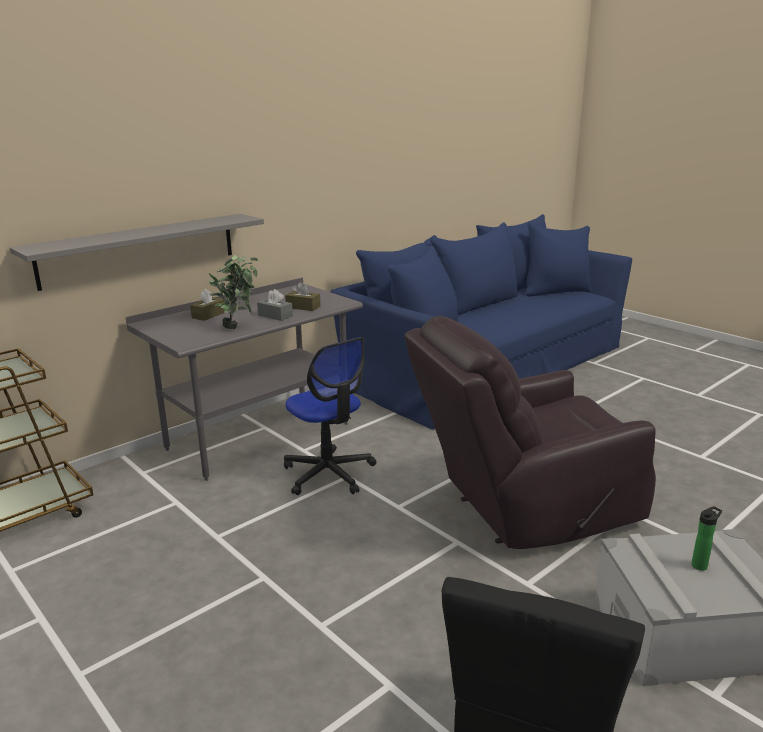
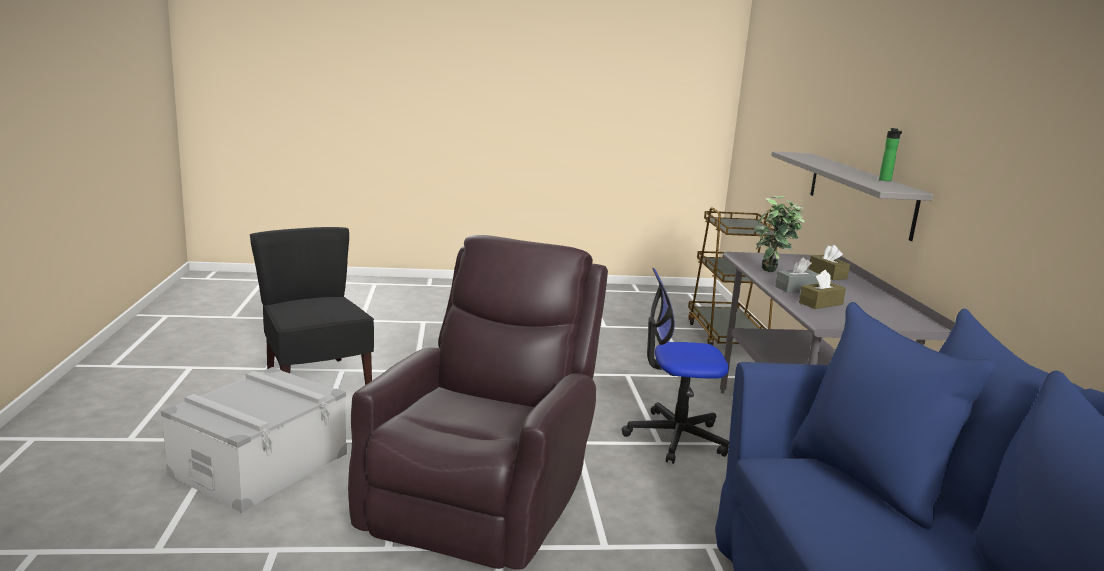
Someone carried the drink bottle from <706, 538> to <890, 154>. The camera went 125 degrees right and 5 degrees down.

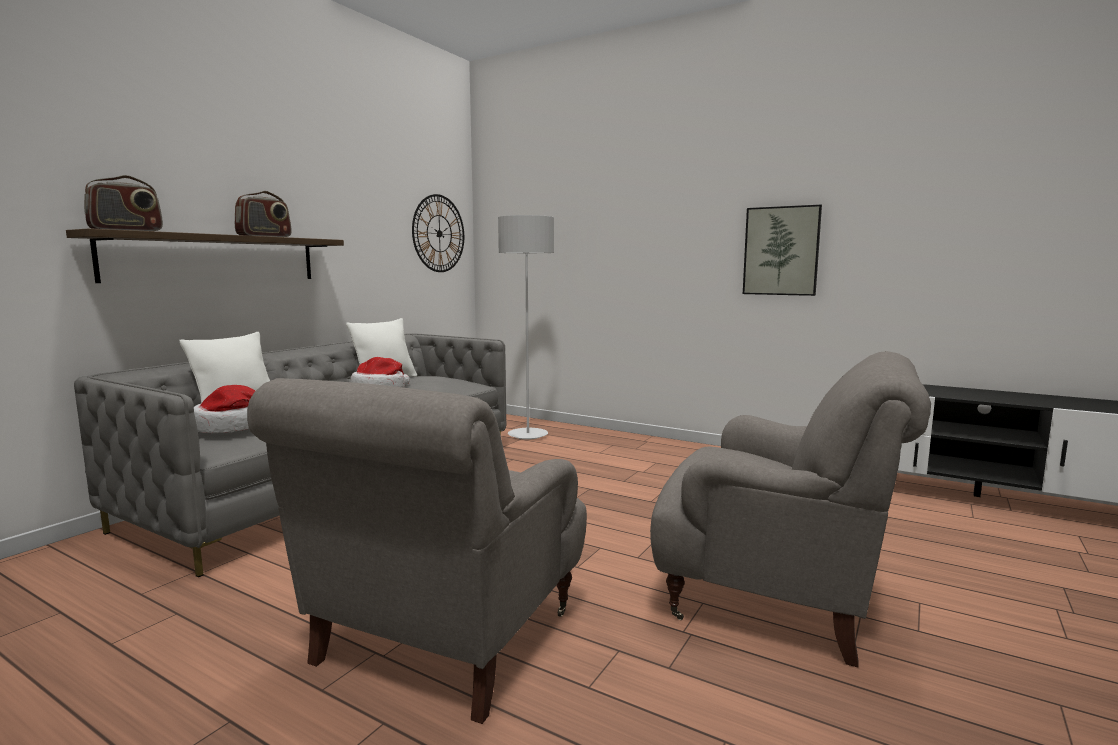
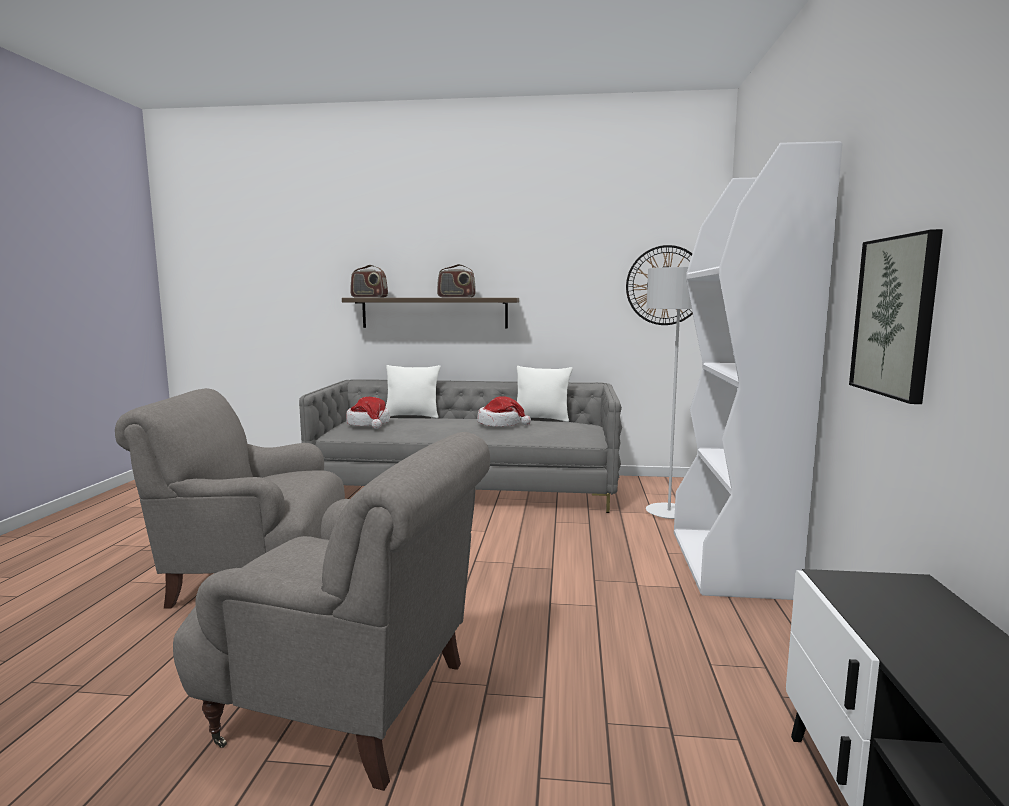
Someone rotated the gray easy chair at <790, 509> by 75 degrees counterclockwise. Someone put down the whitish shelving unit at <758, 370>. The camera went 65 degrees right and 0 degrees up.

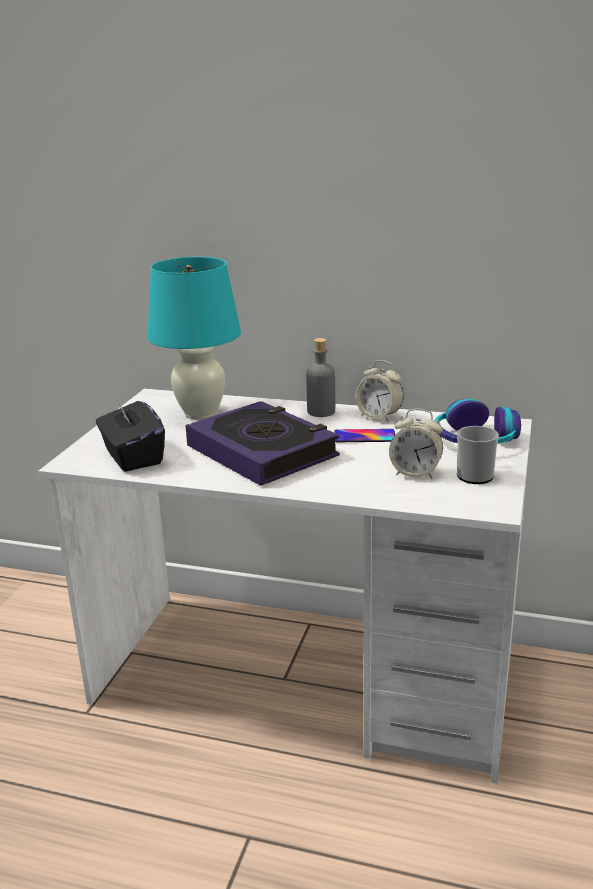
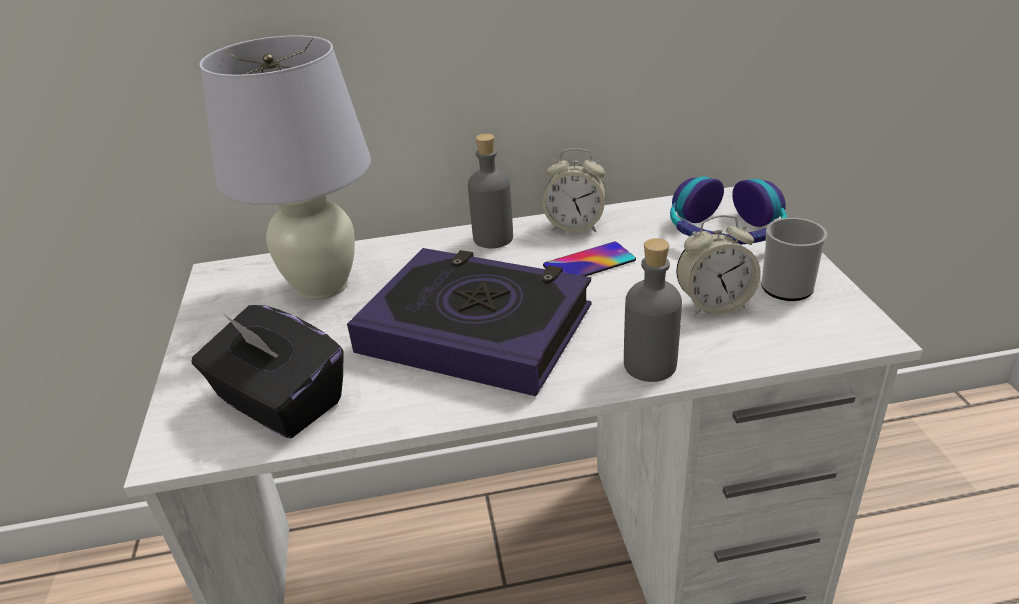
Someone repainted the blue-green table lamp at <194, 338>, which became the whitish table lamp at <285, 167>. Someone put down the gray drink bottle at <653, 310>. The camera went 25 degrees left and 10 degrees up.

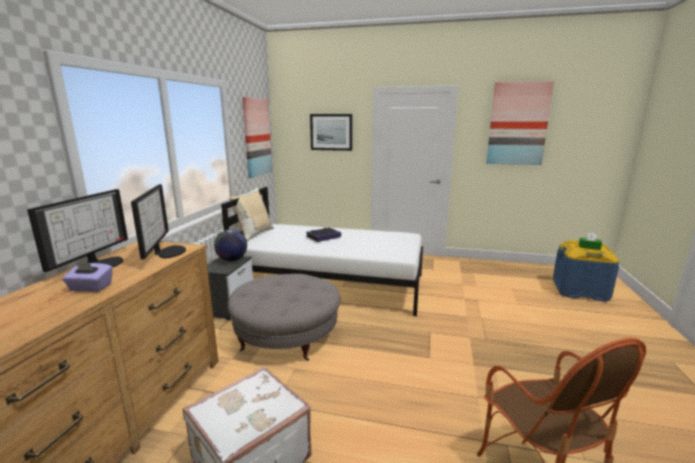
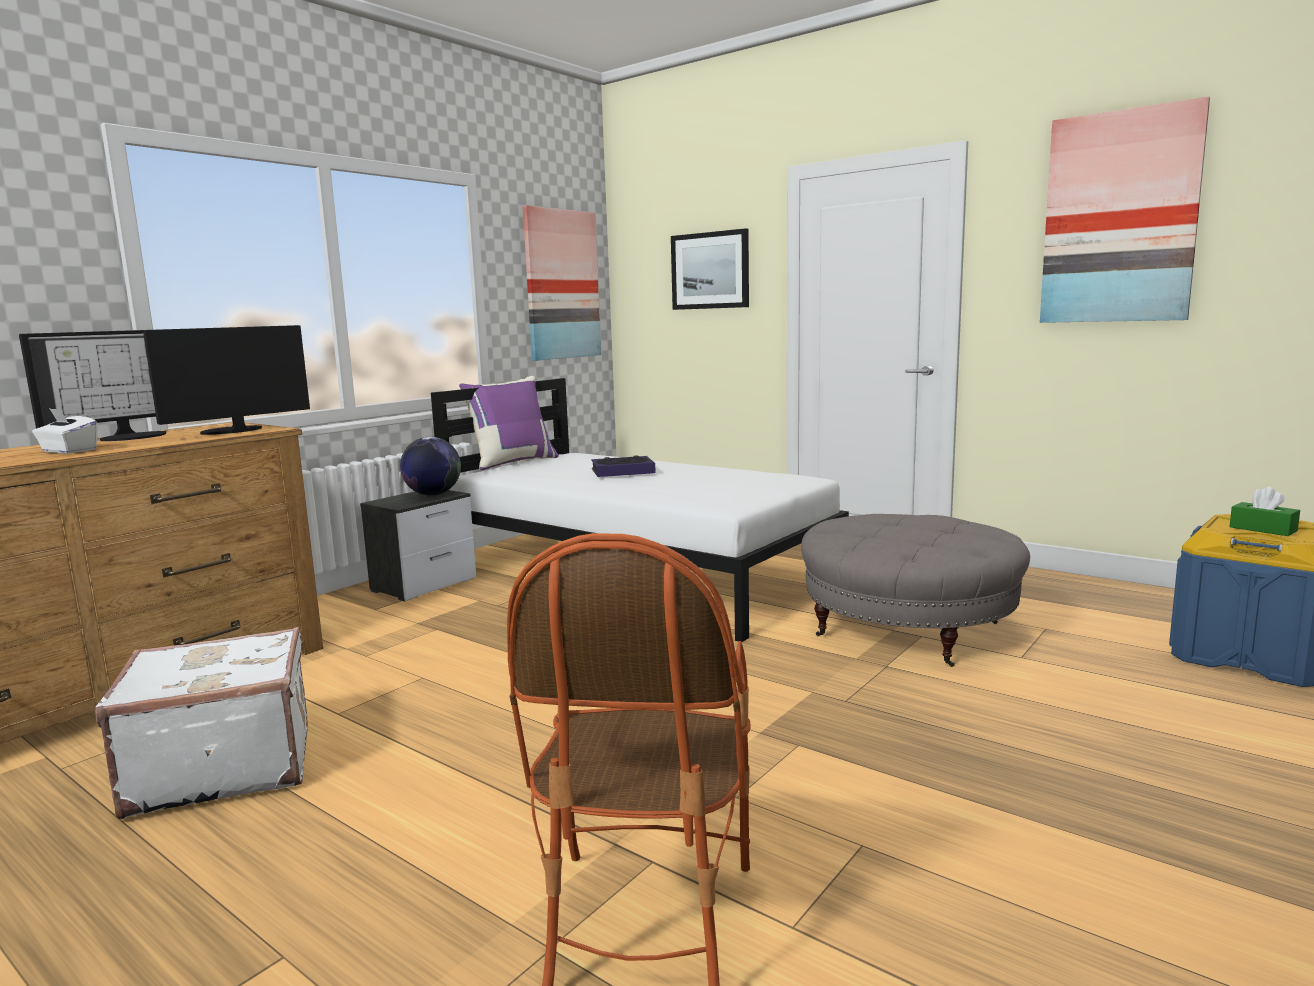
Someone rotated the computer screen at <158, 221> by 150 degrees counterclockwise. Someone repainted the beige pillow at <251, 214>, which became the purple-coloured pillow at <509, 423>. Someone repainted the purple-coloured tissue holder at <87, 277>, which became the whitish tissue holder at <65, 431>. Someone carried the gray ottoman from <284, 317> to <915, 590>. The camera went 25 degrees right and 5 degrees down.

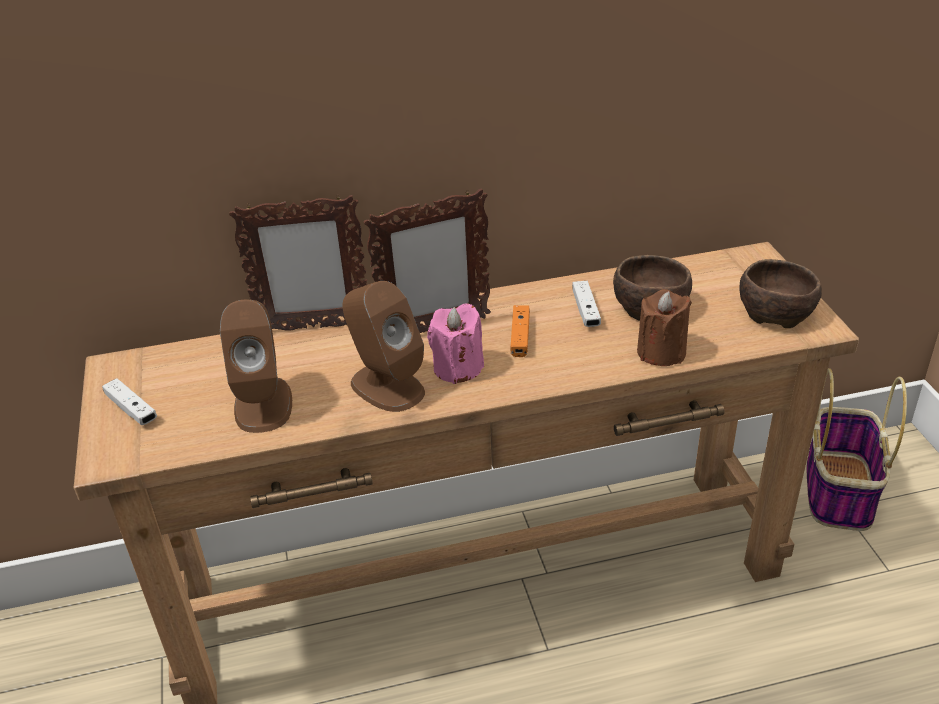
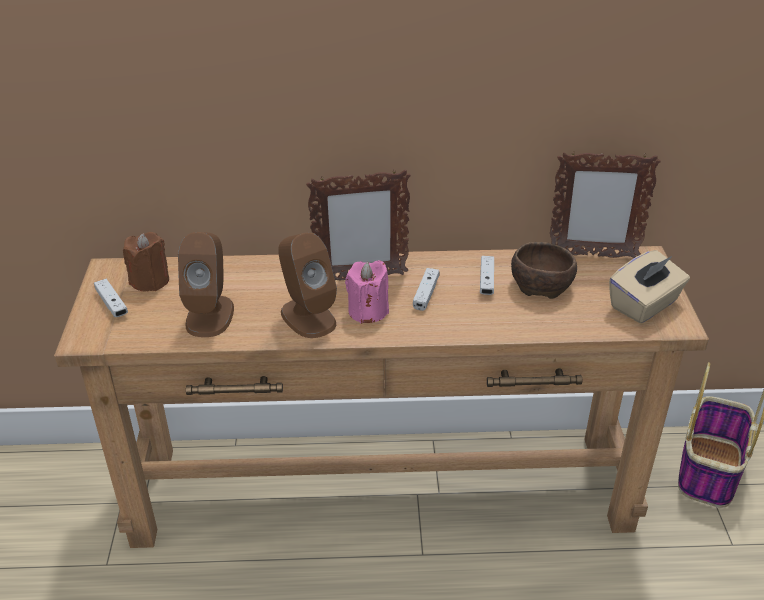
Someone carried the standing frame from <298, 262> to <605, 204>. Someone swapped the brown deep dish at <781, 293> for the beige tissue holder at <649, 286>. Someone carried the brown candle from <664, 327> to <146, 262>. Someone repainted the orange-coloured joypad at <520, 331>, which became the whitish joypad at <426, 289>. The camera went 10 degrees right and 0 degrees up.

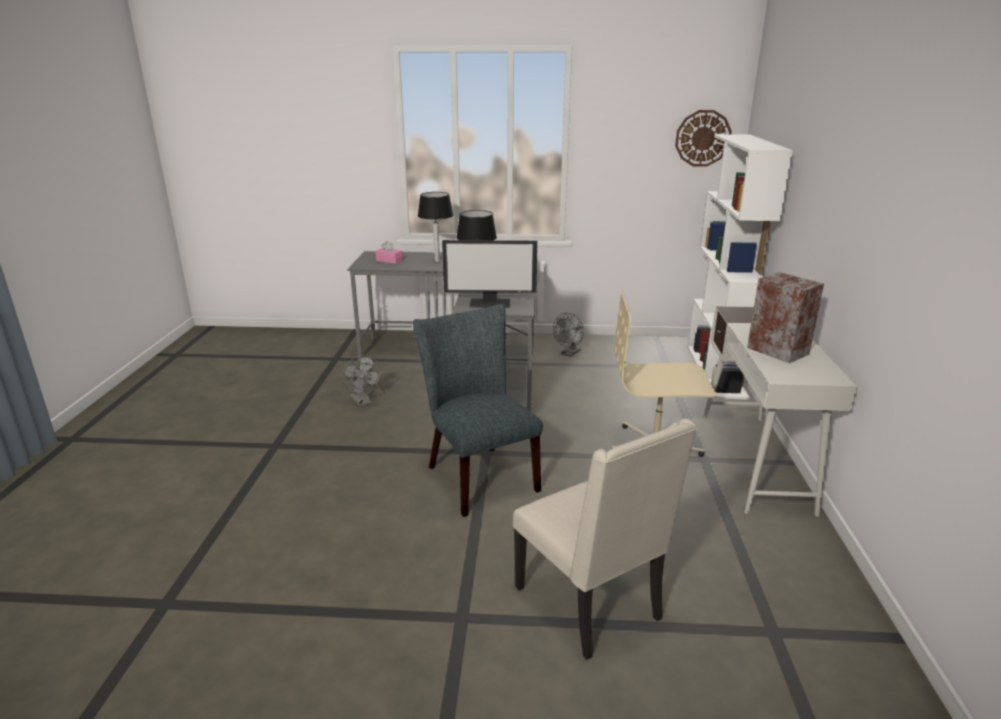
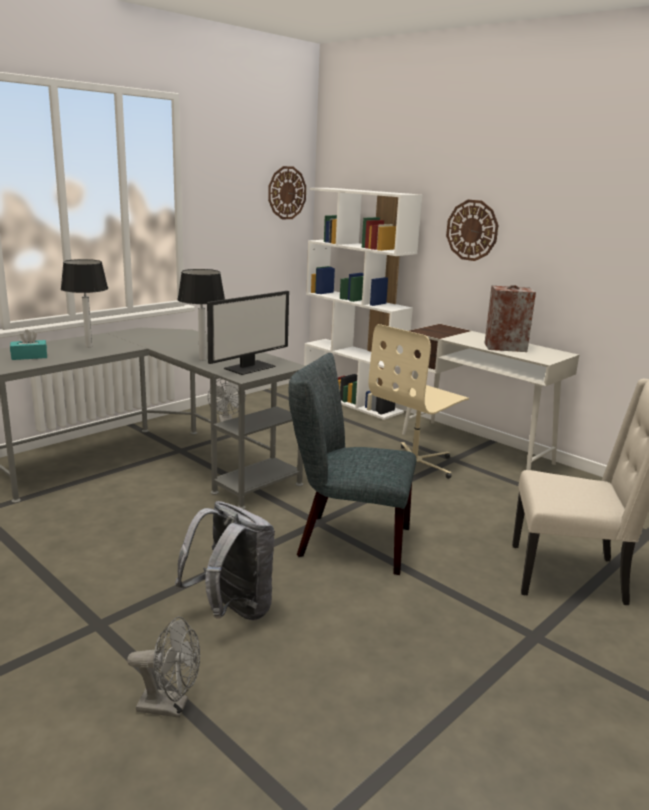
Someone repainted the pinkish tissue holder at <389, 252>, which became the blue-green tissue holder at <28, 345>. Someone carried the gray fan from <361, 380> to <163, 667>. Someone put up the clock on the wall at <472, 230>. Someone put down the gray rucksack at <225, 561>. The camera went 50 degrees left and 5 degrees down.

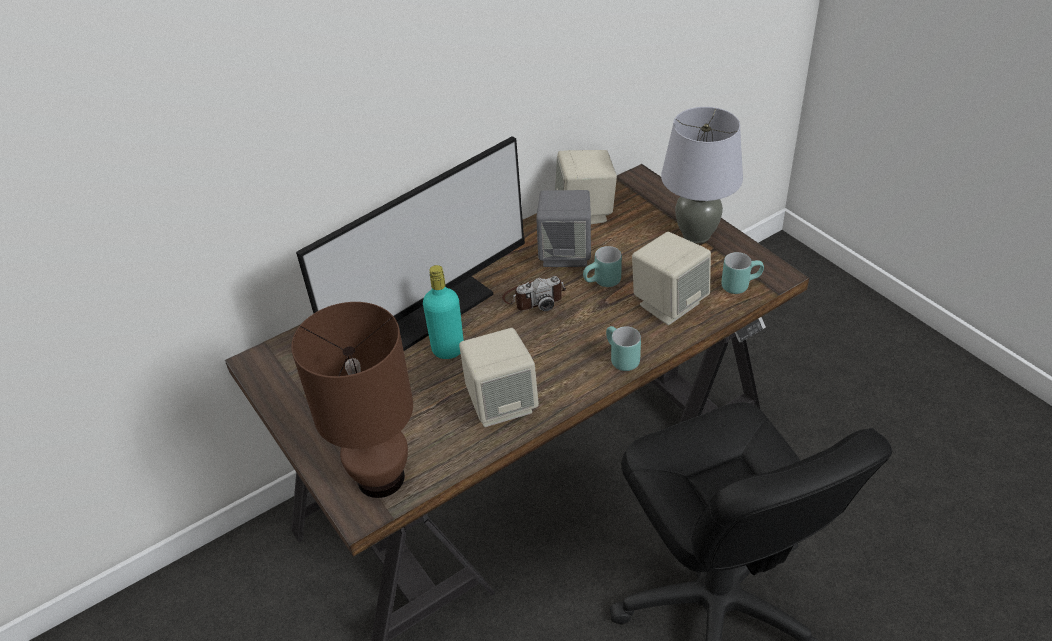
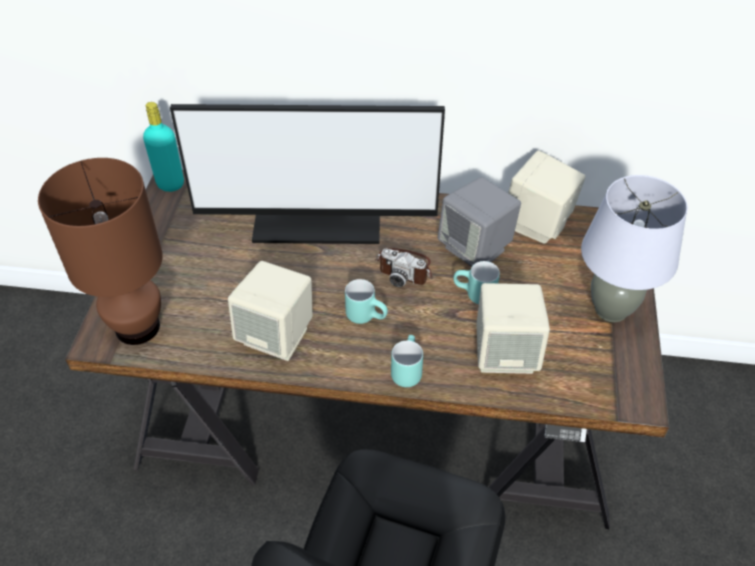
Someone carried the blue-green mug from <742, 273> to <366, 301>. Someone carried the blue-green drink bottle from <443, 312> to <163, 147>. The camera went 40 degrees right and 5 degrees up.

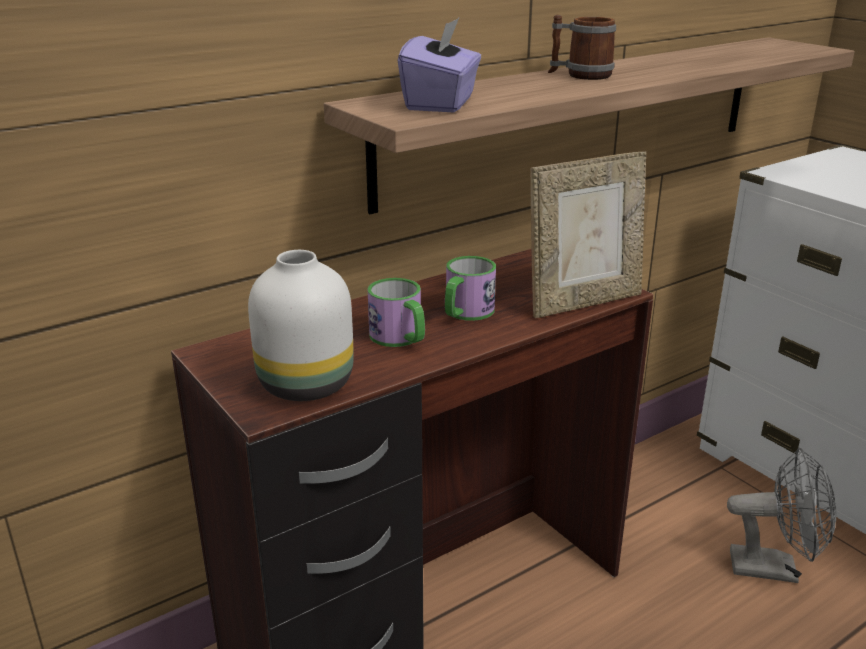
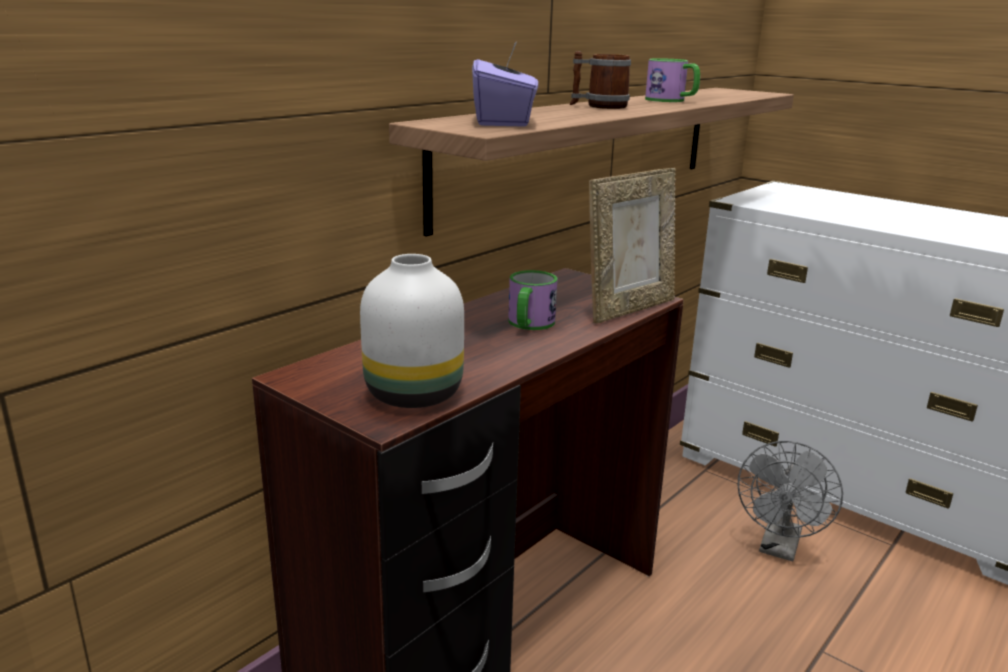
Someone carried the mug from <396, 312> to <672, 80>. Someone rotated the gray fan at <781, 515> by 120 degrees clockwise. The camera went 15 degrees left and 5 degrees down.

